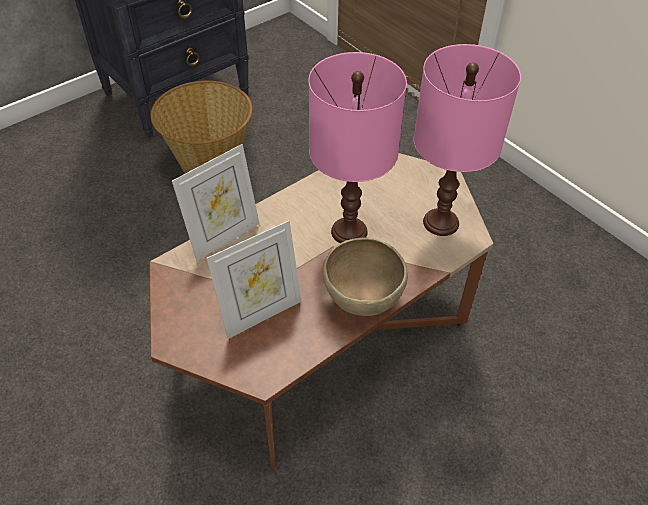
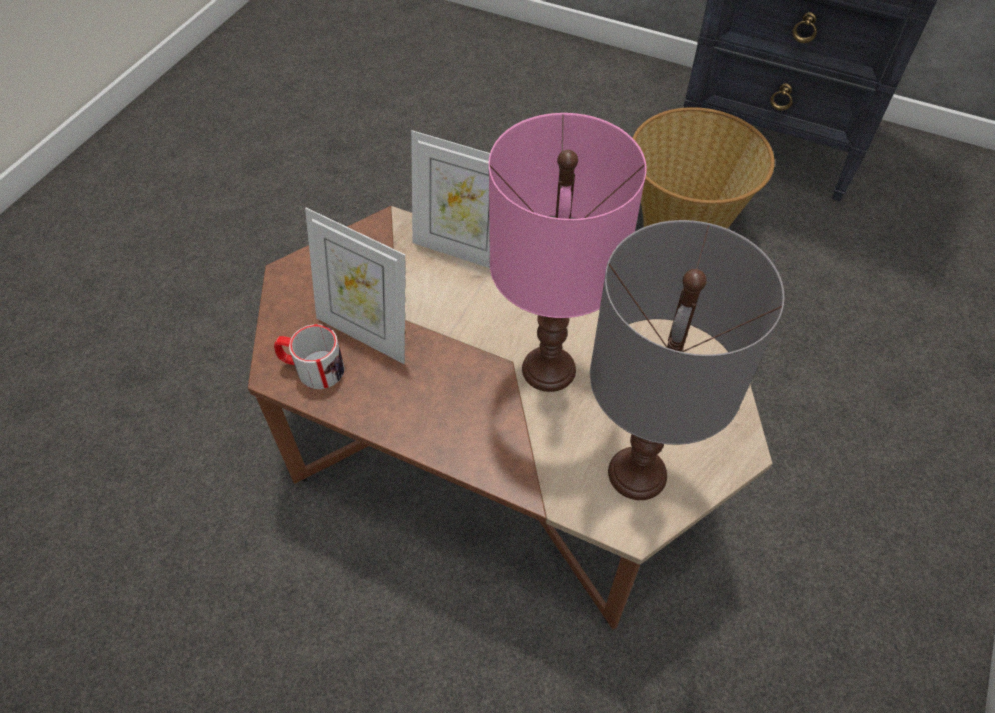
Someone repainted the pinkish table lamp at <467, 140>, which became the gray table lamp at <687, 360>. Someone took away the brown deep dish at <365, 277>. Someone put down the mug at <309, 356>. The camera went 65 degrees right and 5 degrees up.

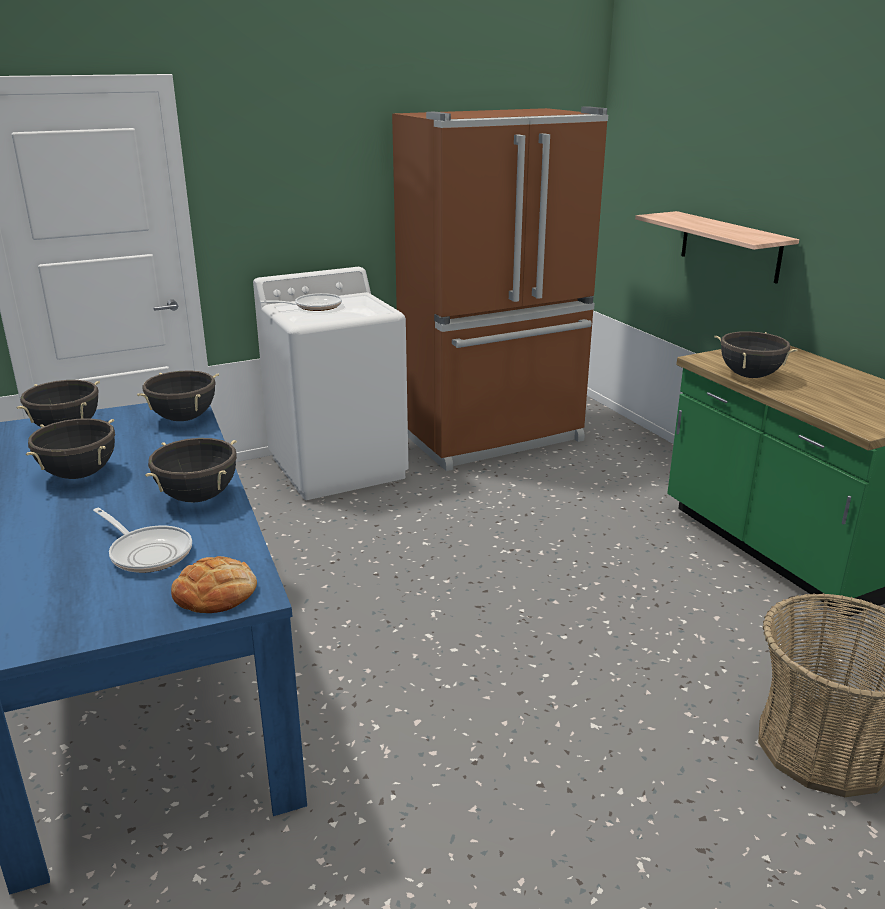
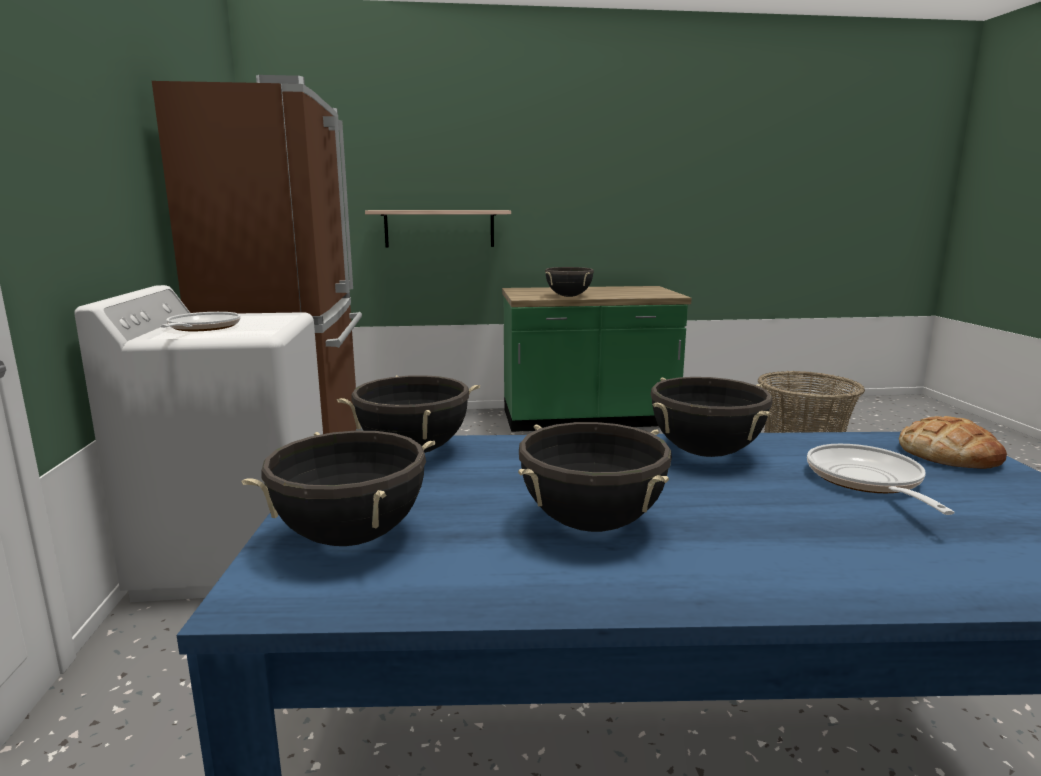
Someone rotated the frying pan at <142, 540> by 60 degrees counterclockwise. The camera went 70 degrees left and 10 degrees down.

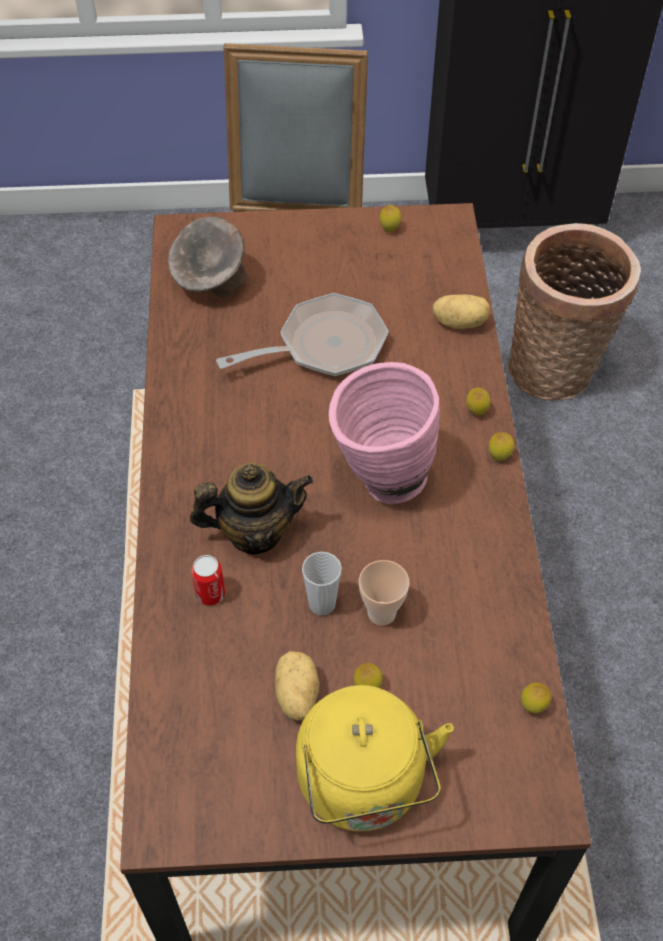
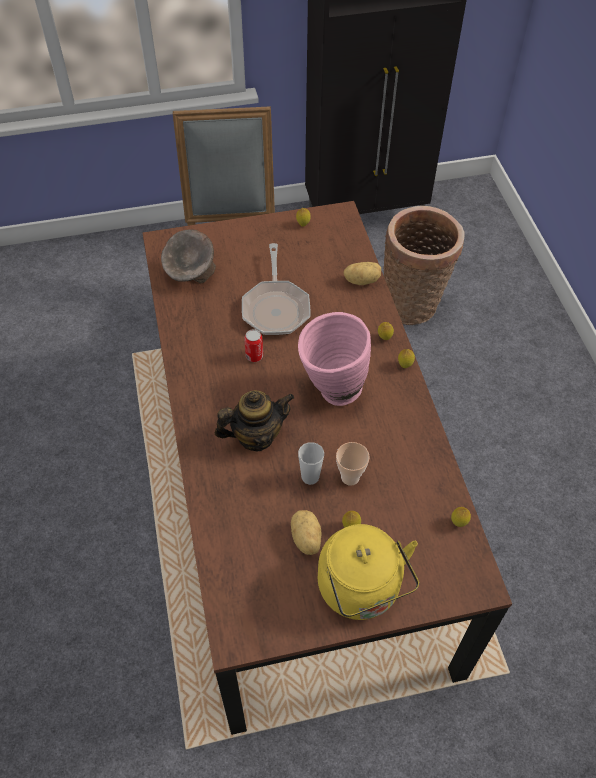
Someone rotated the frying pan at <302, 335> by 120 degrees clockwise. Someone carried the can from <208, 580> to <253, 345>. The camera went 10 degrees left and 0 degrees up.

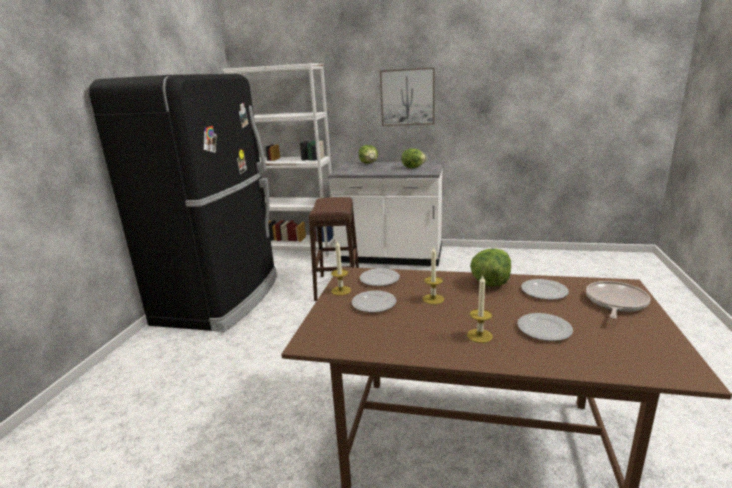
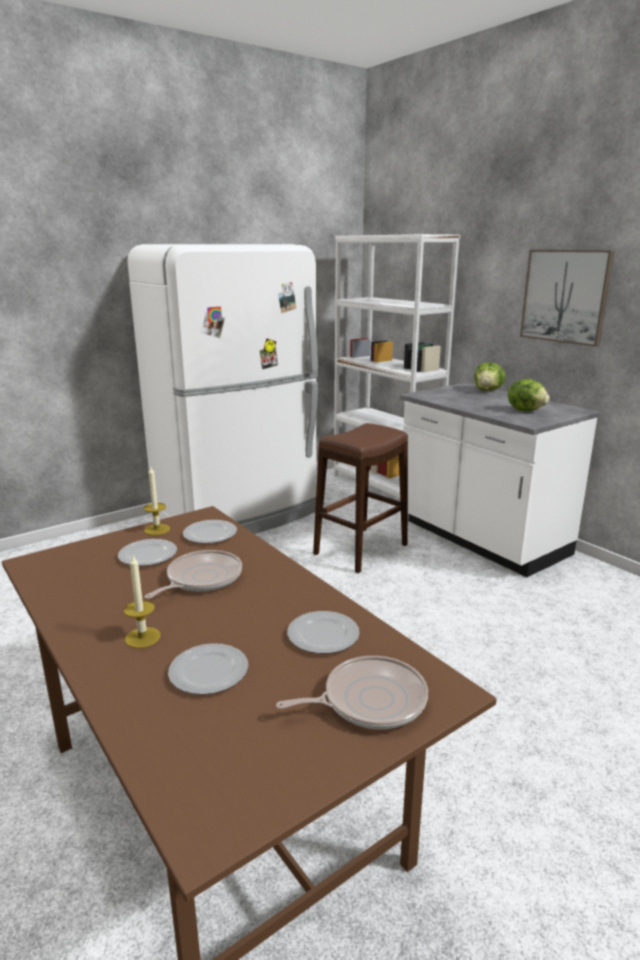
Someone repainted the black kitchen fridge at <183, 203>, which became the whitish kitchen fridge at <222, 389>. Someone swapped the candle at <433, 274> for the frying pan at <193, 574>. Someone took away the lettuce at <490, 267>. The camera went 40 degrees right and 0 degrees up.

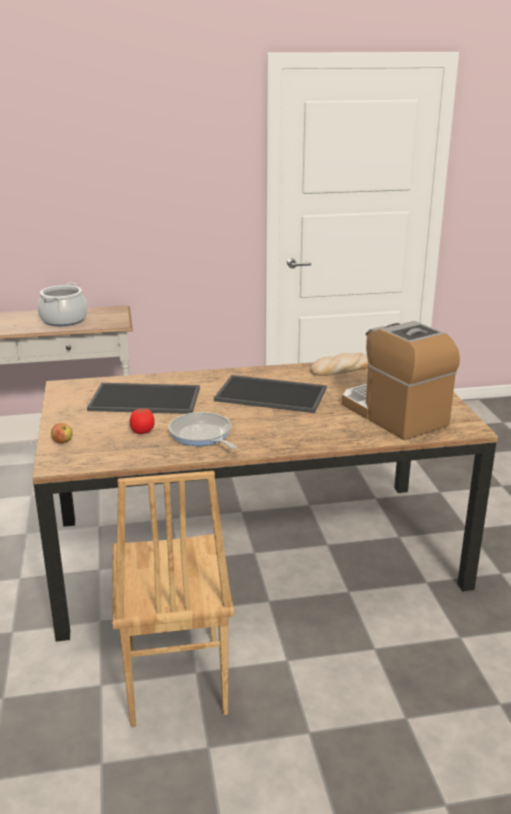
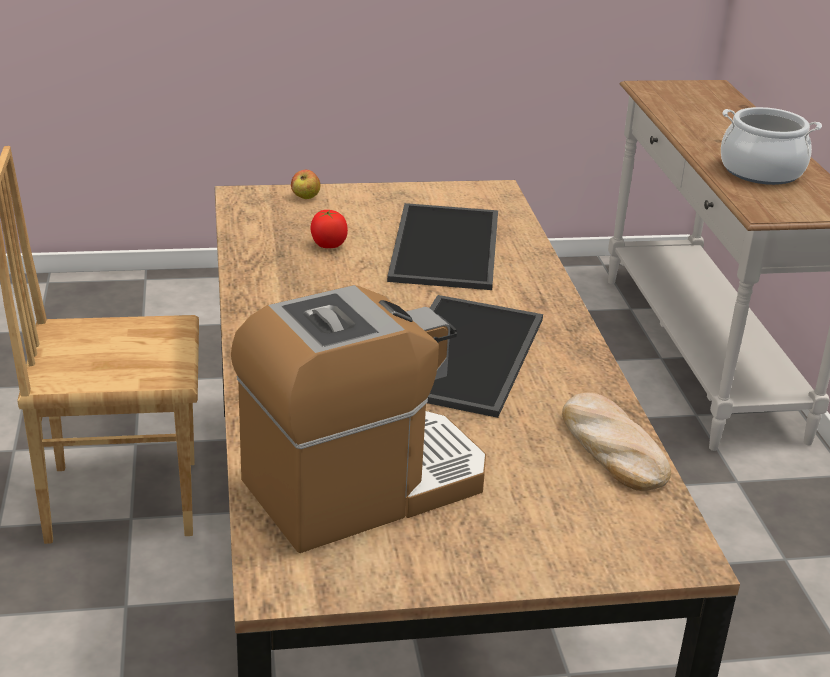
Someone took away the frying pan at <202, 430>. The camera went 90 degrees right and 5 degrees up.

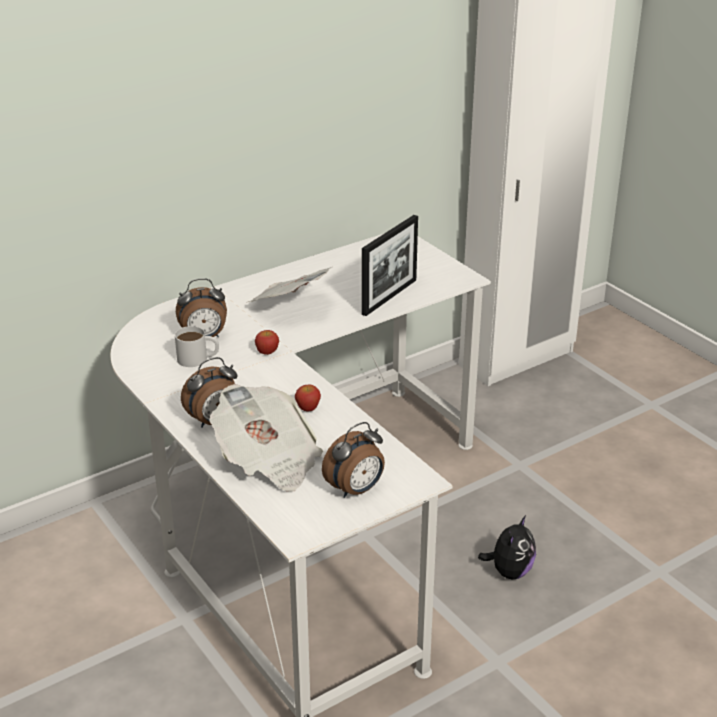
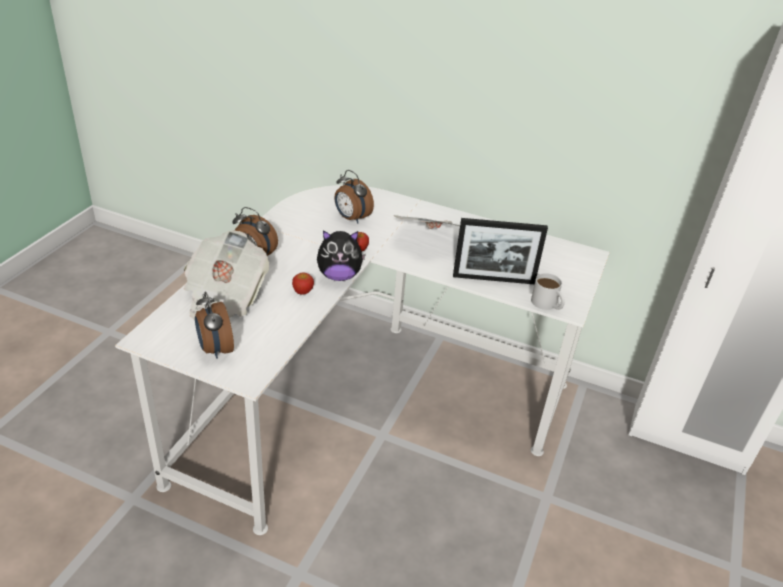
Someone carried the whitish mug from <197, 346> to <548, 291>. Someone rotated the alarm clock at <353, 460> by 45 degrees clockwise. Someone carried the soft toy from <507, 547> to <341, 255>. The camera went 55 degrees right and 5 degrees up.

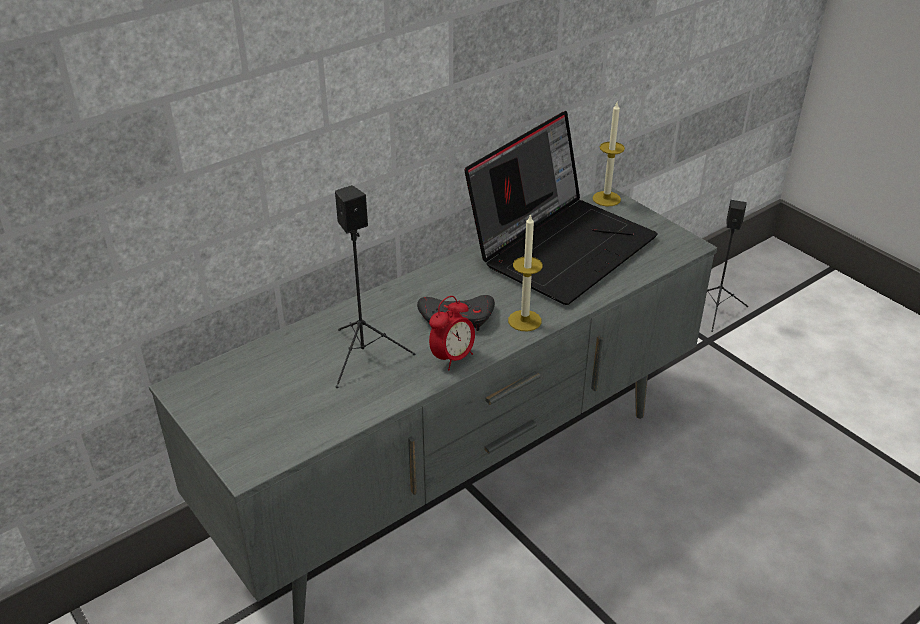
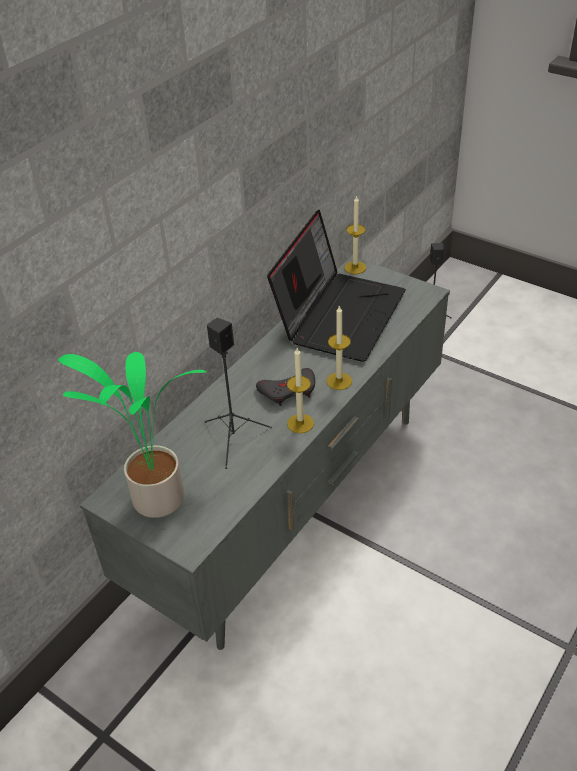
Someone swapped the alarm clock at <452, 333> for the candle at <300, 390>. Someone put down the potted plant at <132, 435>. The camera went 15 degrees left and 5 degrees up.

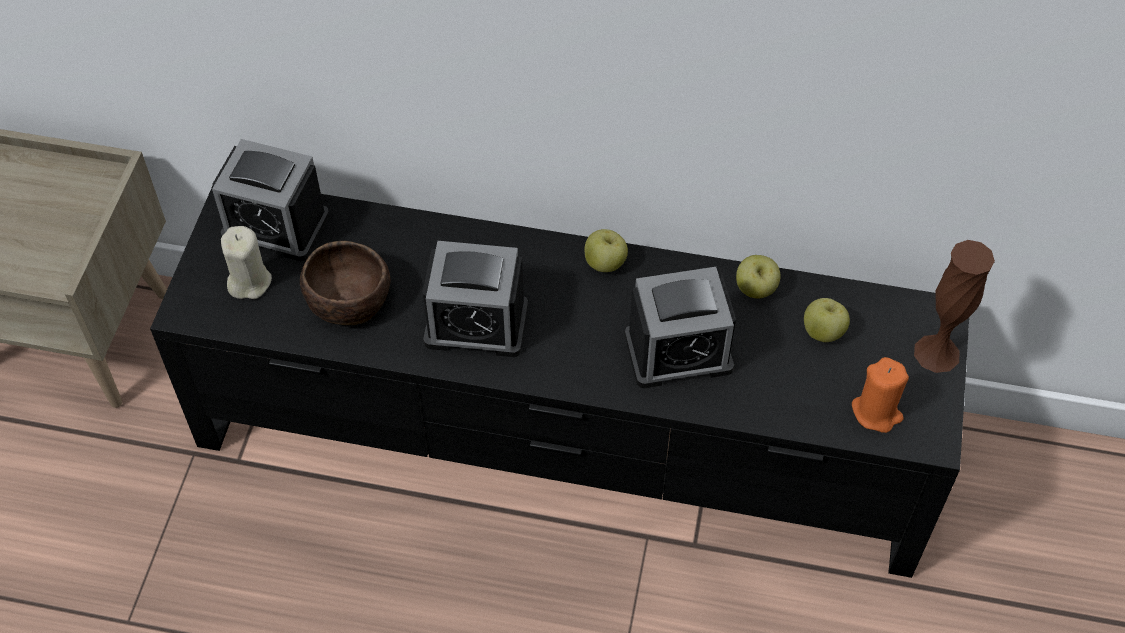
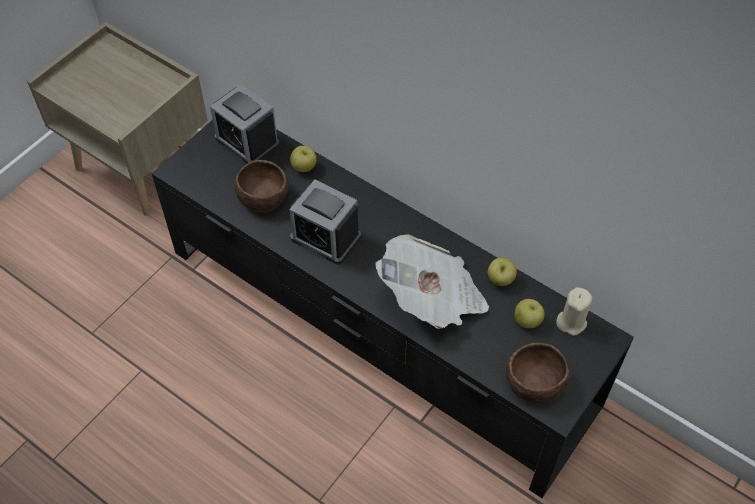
Someone carried the beige candle from <246, 262> to <574, 311>. Someone carried the apple from <606, 250> to <303, 159>. Someone took away the brown decorative vase at <954, 306>. Someone swapped the alarm clock at <680, 327> for the printed paper at <432, 281>. Someone swapped the orange-coloured candle at <880, 395> for the brown deep dish at <538, 373>. The camera went 25 degrees right and 0 degrees up.

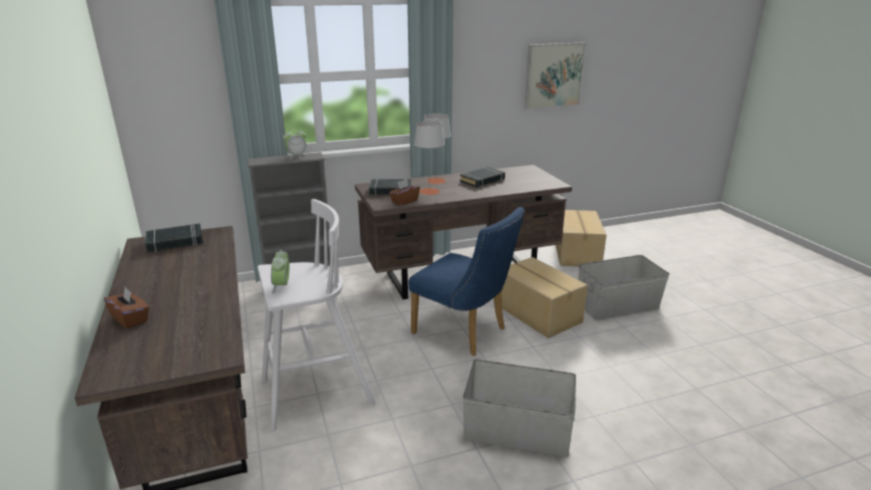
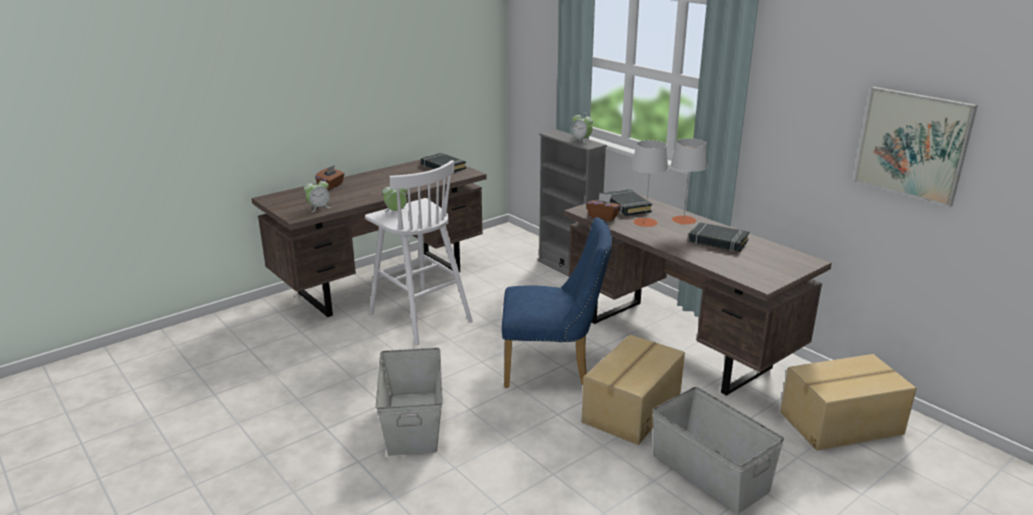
Someone rotated the blue chair at <466, 281> by 105 degrees counterclockwise. Someone put down the alarm clock at <317, 195>. The camera went 70 degrees right and 0 degrees up.

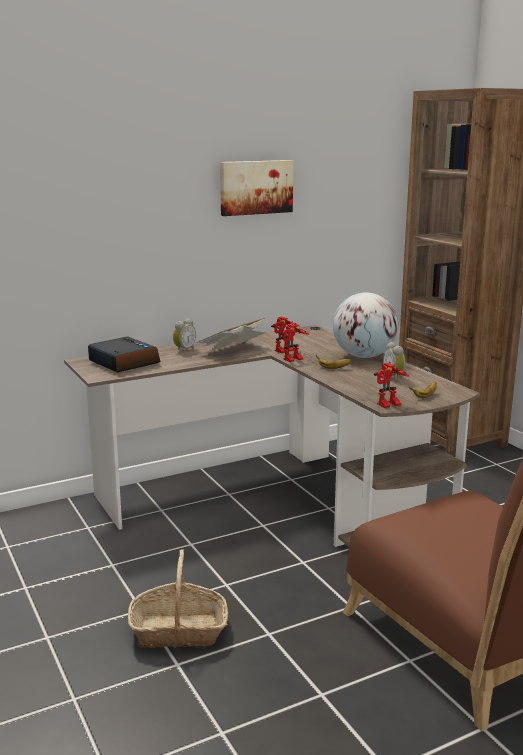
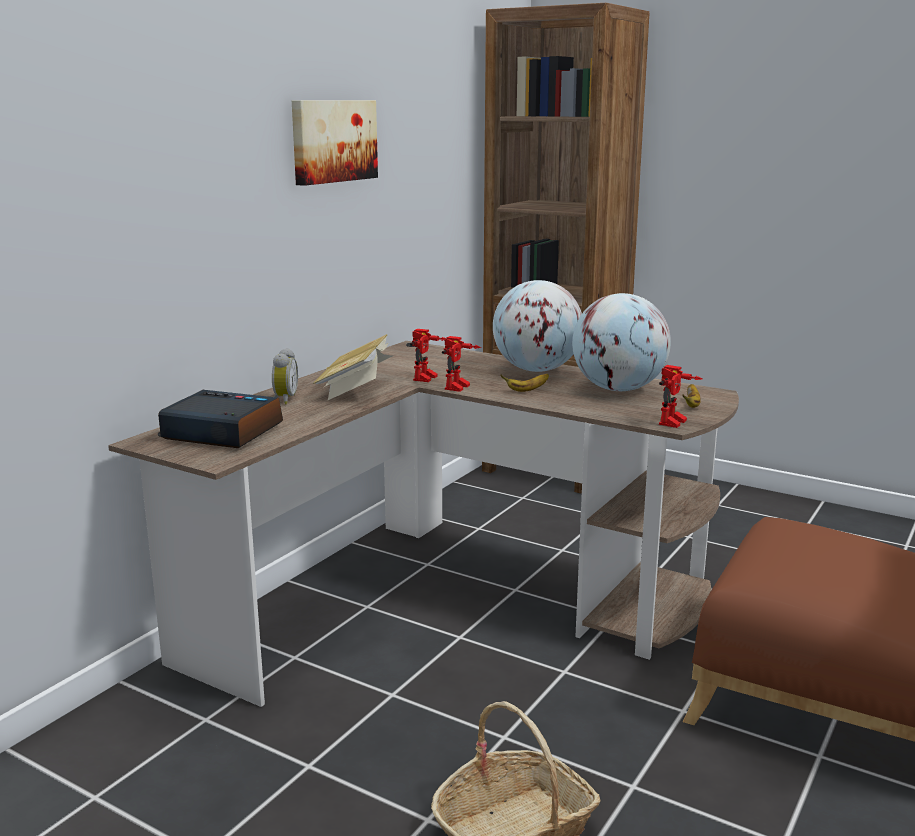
Someone swapped the alarm clock at <394, 361> for the desk globe at <621, 342>. The camera went 30 degrees left and 0 degrees up.

